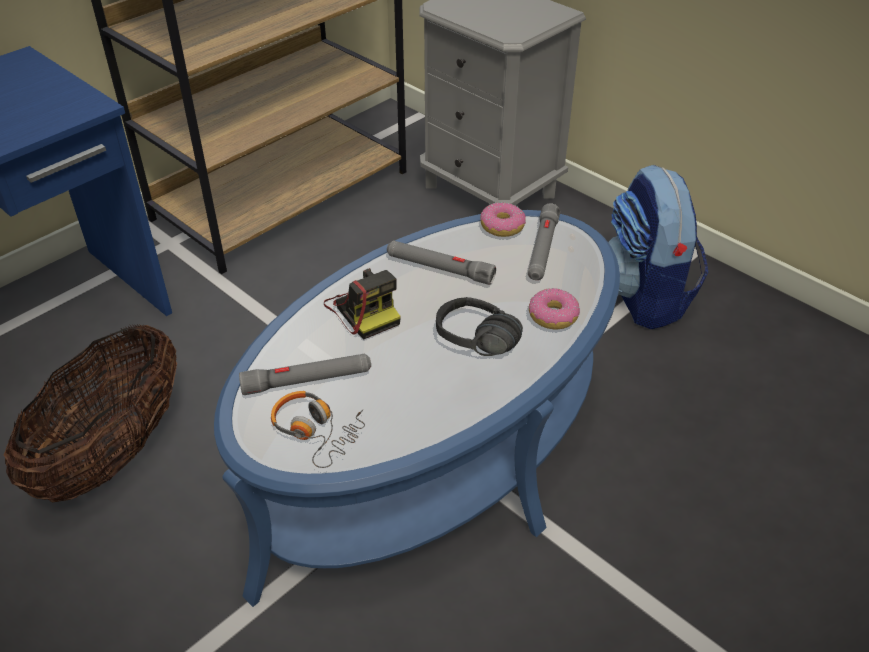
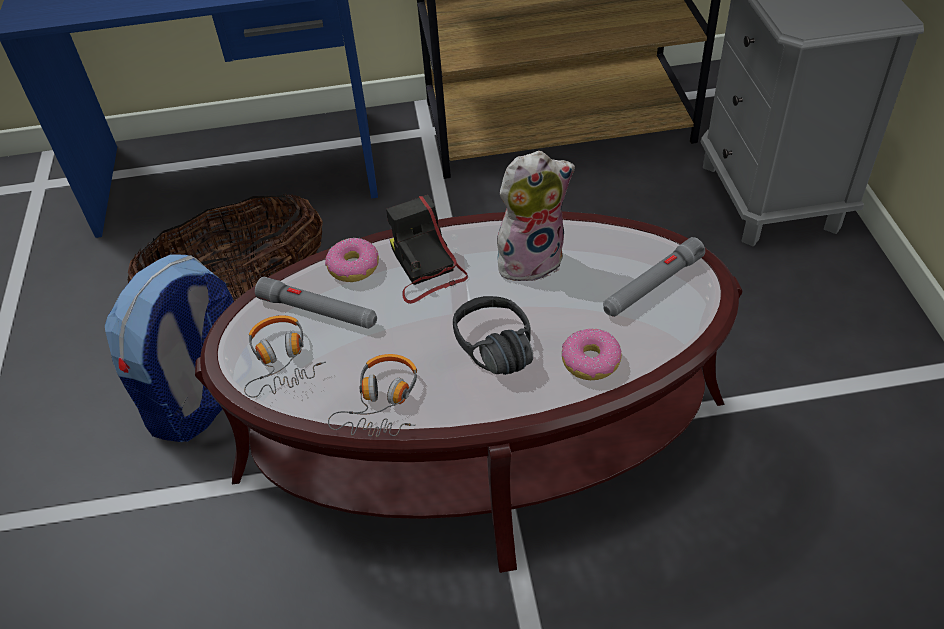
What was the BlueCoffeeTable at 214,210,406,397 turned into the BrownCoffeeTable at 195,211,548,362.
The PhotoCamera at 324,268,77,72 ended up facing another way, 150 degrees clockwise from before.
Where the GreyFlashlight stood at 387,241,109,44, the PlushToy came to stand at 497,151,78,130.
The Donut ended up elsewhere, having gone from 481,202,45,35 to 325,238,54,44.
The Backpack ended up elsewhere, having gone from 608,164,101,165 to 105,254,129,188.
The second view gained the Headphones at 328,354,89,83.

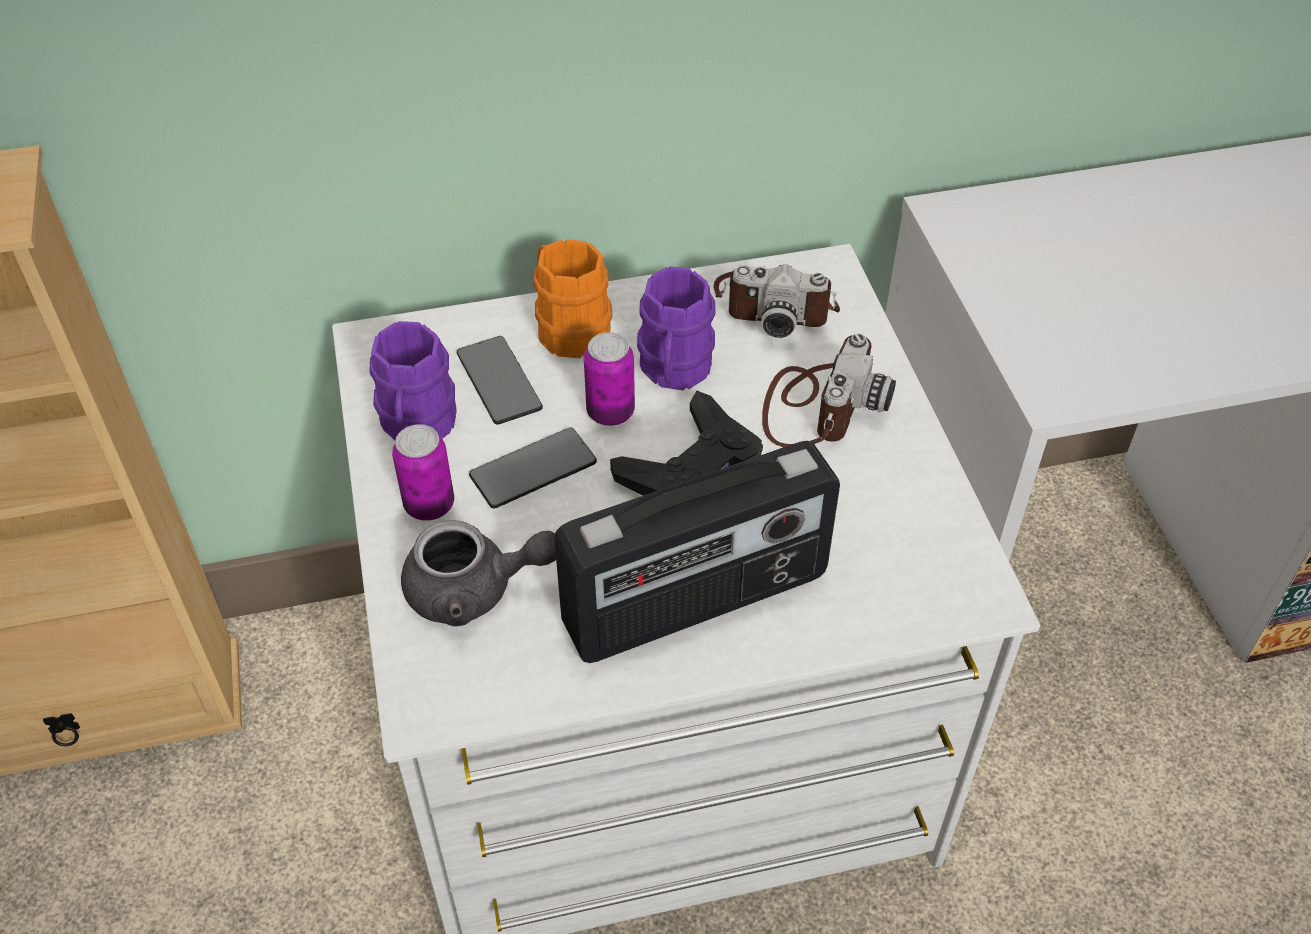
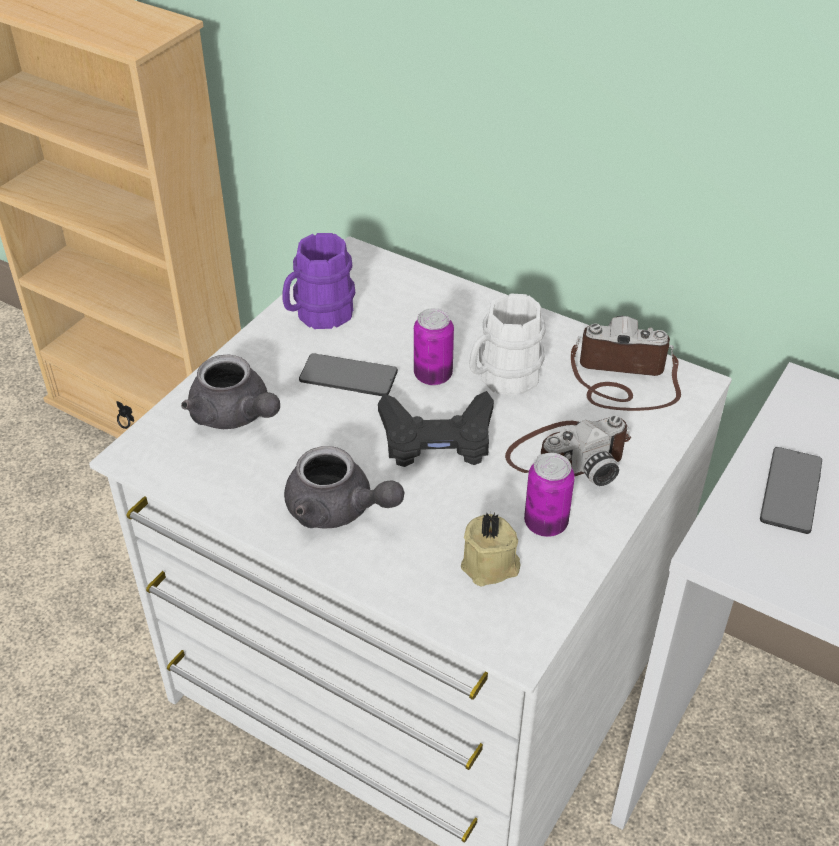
The Can ended up elsewhere, having gone from 392,424,62,97 to 524,453,51,84.
The Phone ended up elsewhere, having gone from 457,336,86,88 to 760,447,62,87.
The second view lost the OrangeMug at 533,239,80,119.
Where the Radio stood at 554,441,286,222, the GreyTeapot came to stand at 284,446,120,82.
What was the PurpleMug at 637,266,79,124 turned into the WhiteMug at 469,293,77,102.
The PhotoCamera at 714,264,126,74 ended up facing another way, 135 degrees clockwise from before.
The second view gained the BeigeCandle at 461,512,59,74.

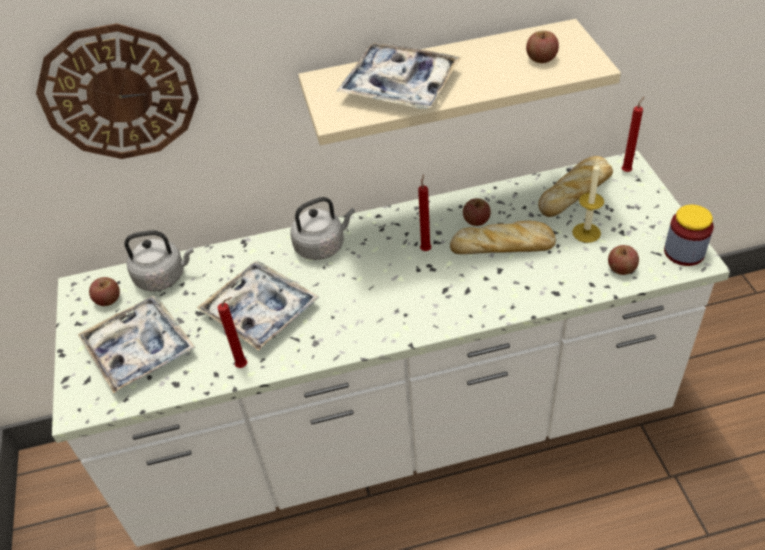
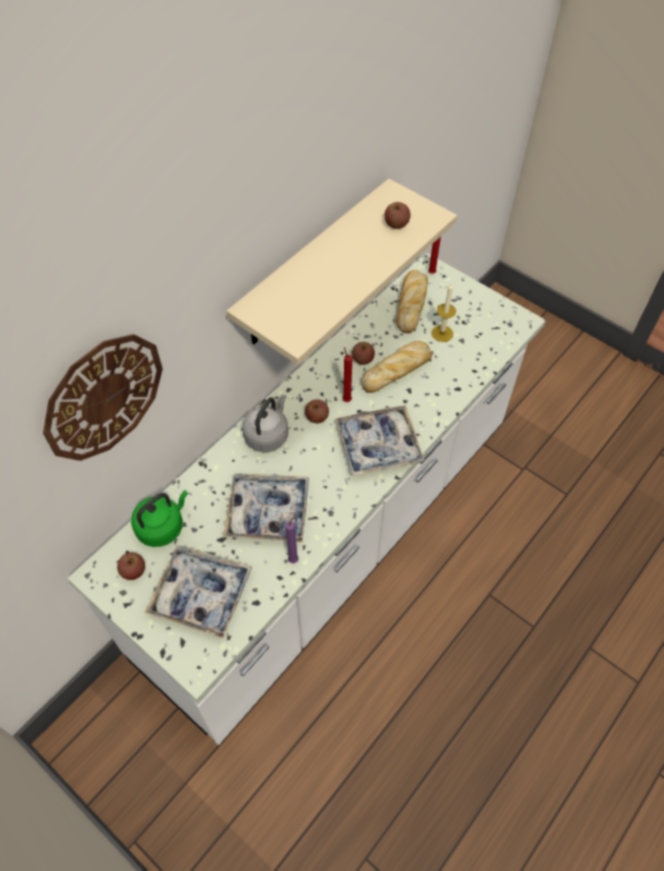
What was the GreyKettle at 124,230,70,61 turned into the GreenKettle at 131,490,57,57.
What was the RedCandle at 217,297,30,71 turned into the PurpleCandle at 285,515,14,48.
The Tray ended up elsewhere, having gone from 336,43,125,66 to 336,405,88,71.
The Apple ended up elsewhere, having gone from 608,245,31,30 to 305,399,24,24.
The second view lost the Jar at 664,205,50,61.

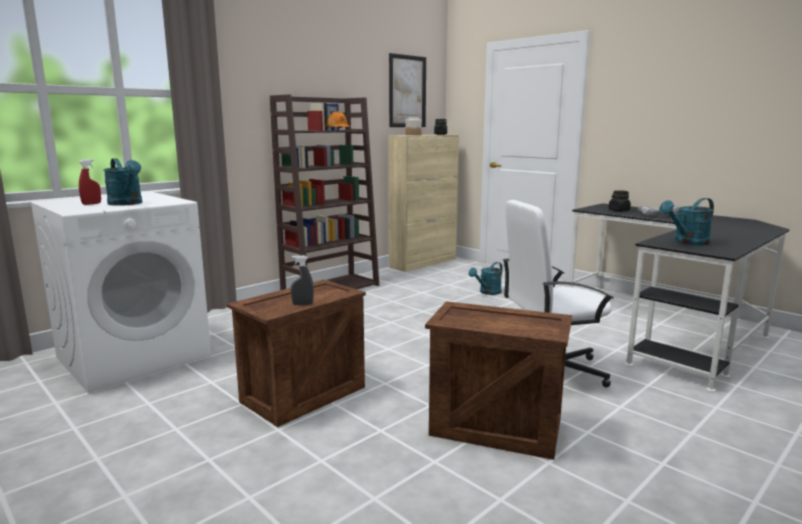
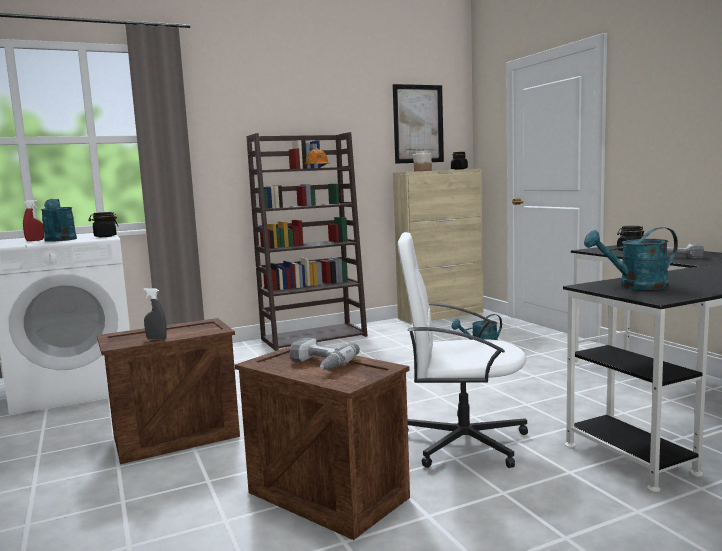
The second view gained the BlackJar at 88,212,30,25.
The second view gained the PowerDrill at 290,338,70,32.

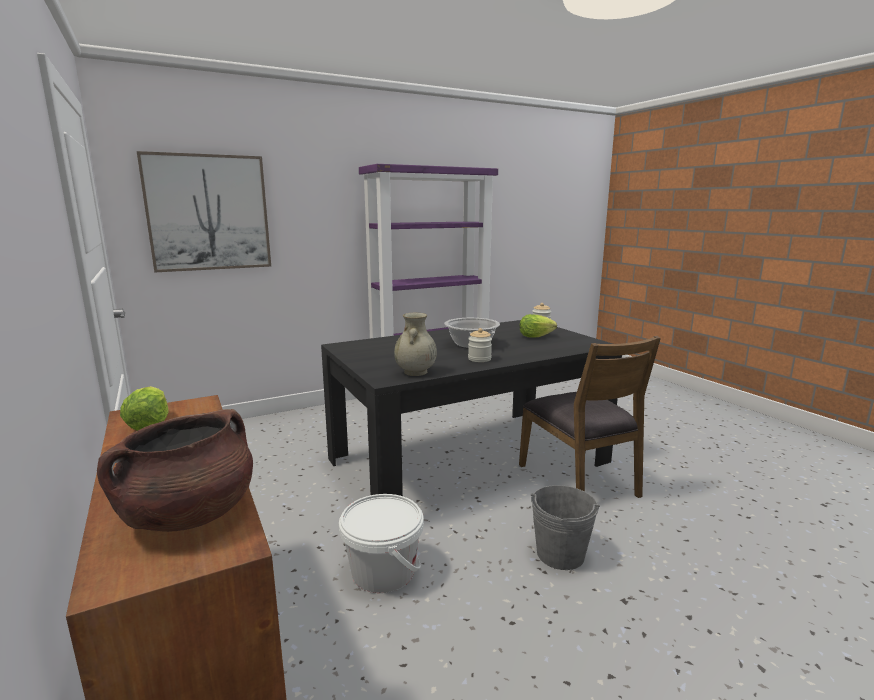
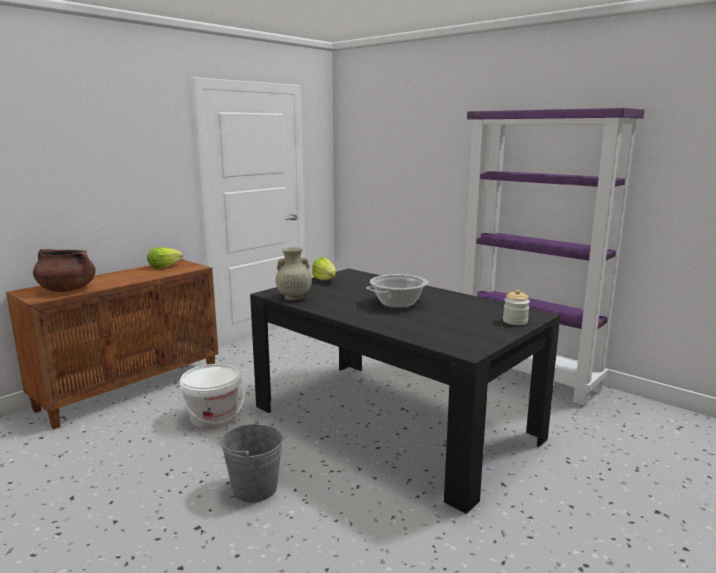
The second view lost the Picture at 137,151,134,121.
The second view lost the Jar at 468,328,24,34.
The second view lost the BrownChair at 519,336,142,162.
The Lettuce ended up elsewhere, having gone from 520,314,37,23 to 312,257,24,23.

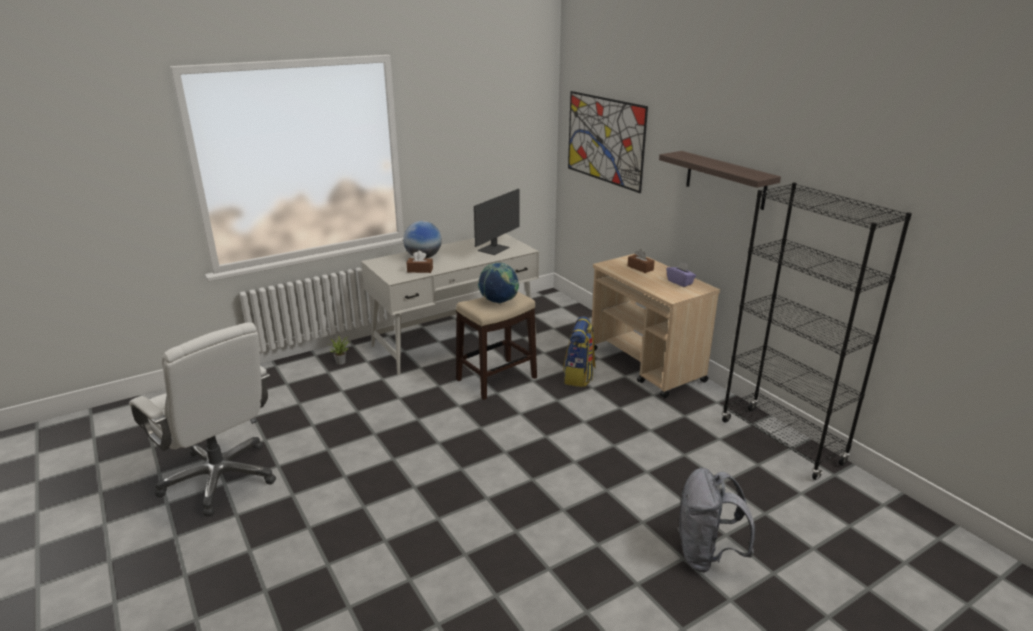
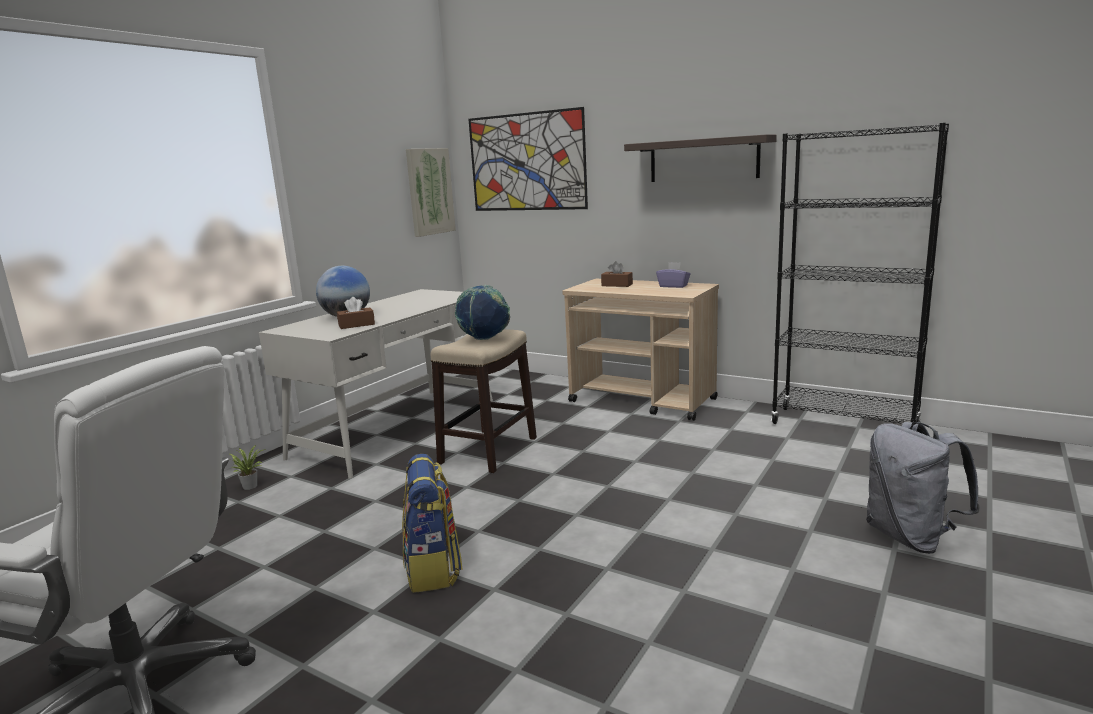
The second view lost the Monitor at 474,189,45,66.
The Backpack ended up elsewhere, having gone from 563,316,33,71 to 402,454,61,139.
The second view gained the Picture at 406,148,50,89.

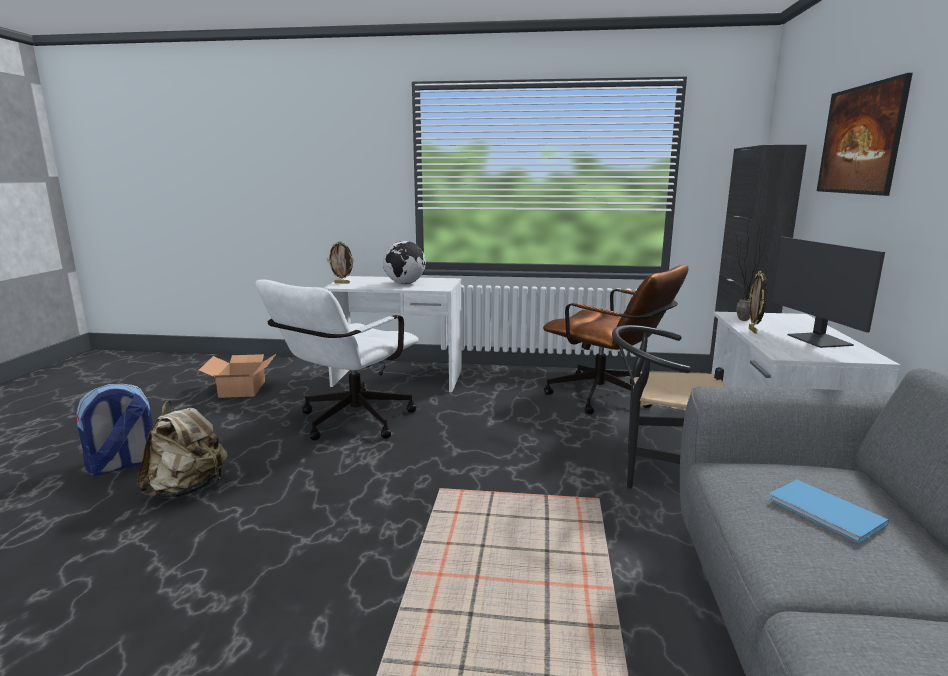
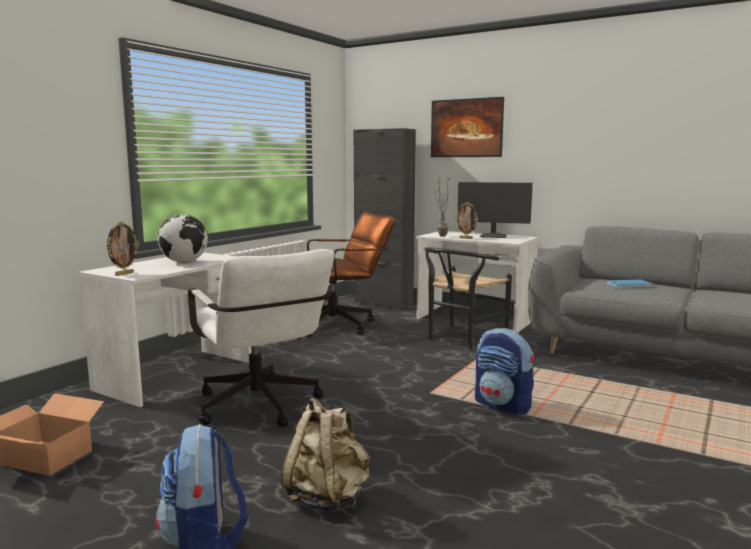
The second view gained the Backpack at 475,328,60,87.

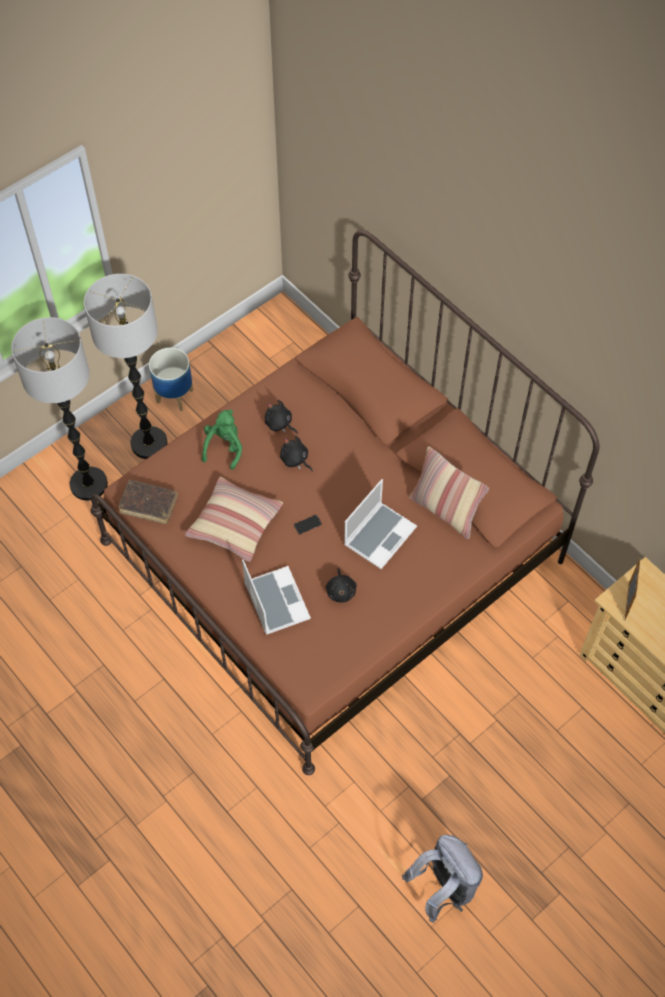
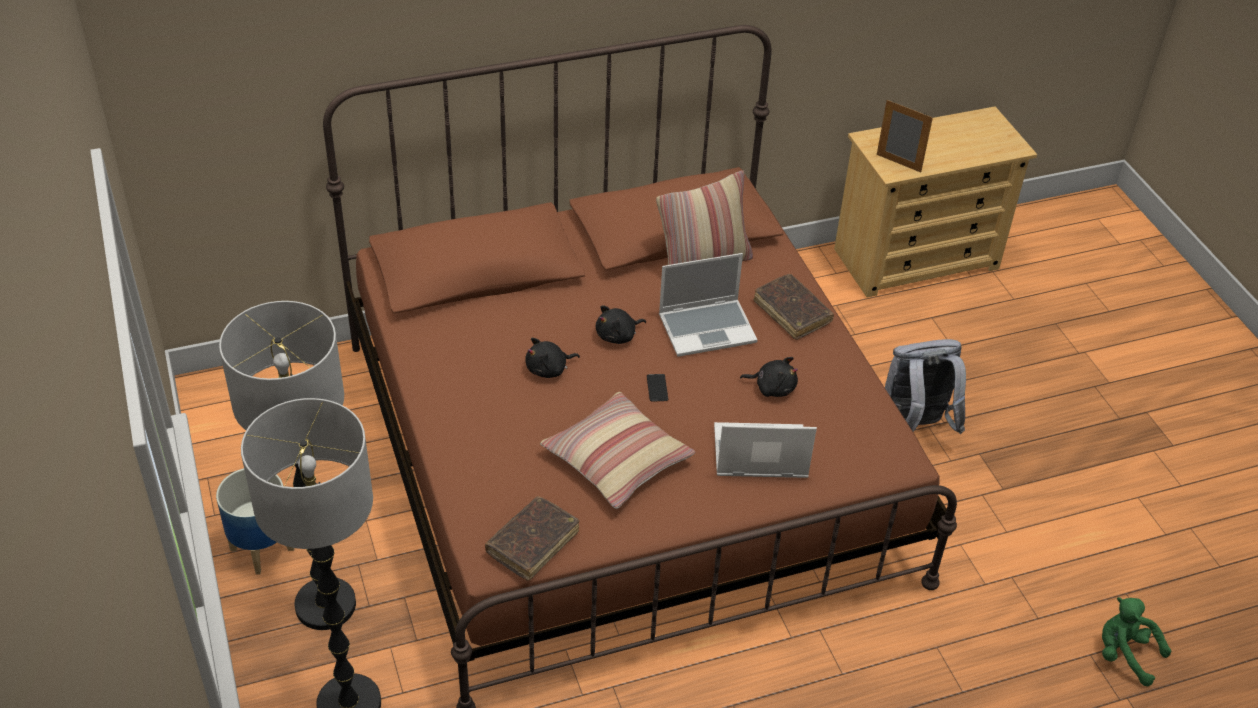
The GreenPlushToy ended up elsewhere, having gone from 202,409,40,61 to 1102,597,69,89.
The BlackPlushToy ended up elsewhere, having gone from 265,400,33,34 to 596,305,50,39.
The Laptop at 344,479,73,90 ended up facing another way, 105 degrees clockwise from before.
The GreyBackpack ended up elsewhere, having gone from 402,835,81,88 to 885,339,81,95.
The second view gained the BrownBook at 753,274,81,66.

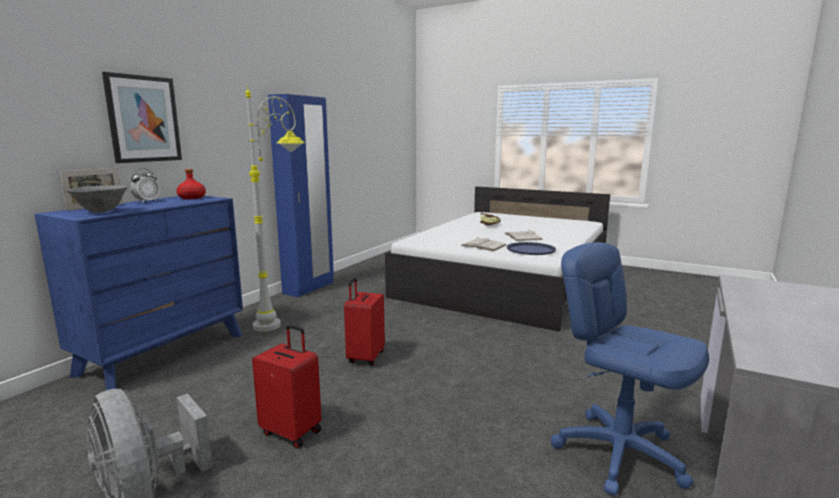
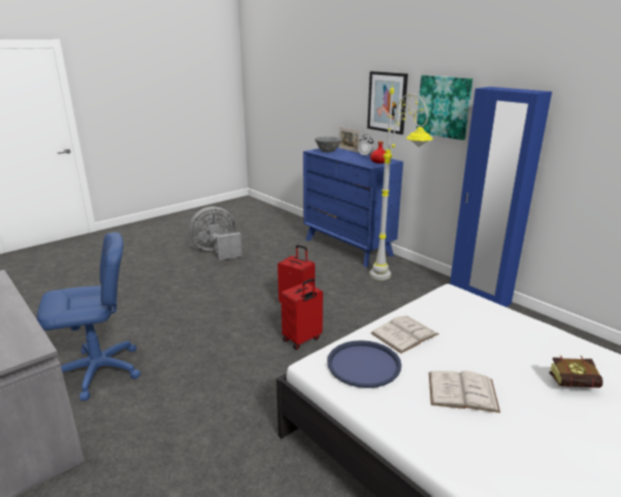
The RedSuitcase ended up elsewhere, having gone from 252,325,70,123 to 281,278,42,72.
The second view gained the Picture at 416,75,57,65.

